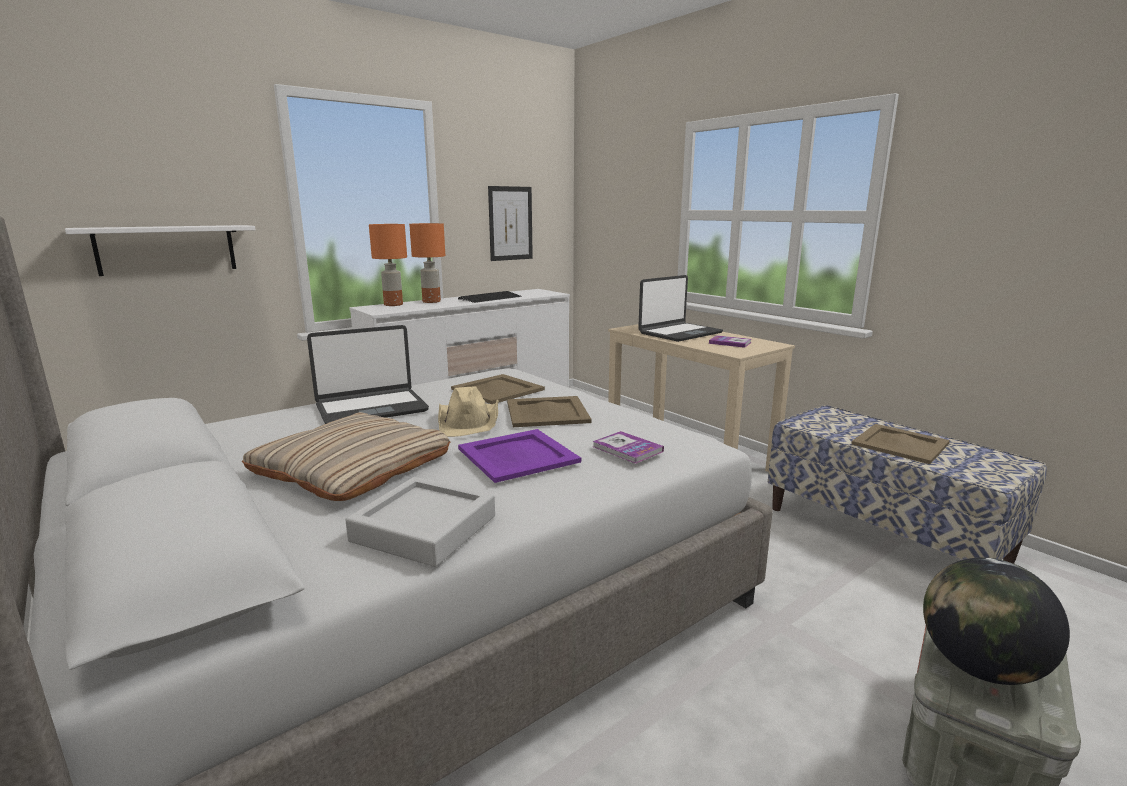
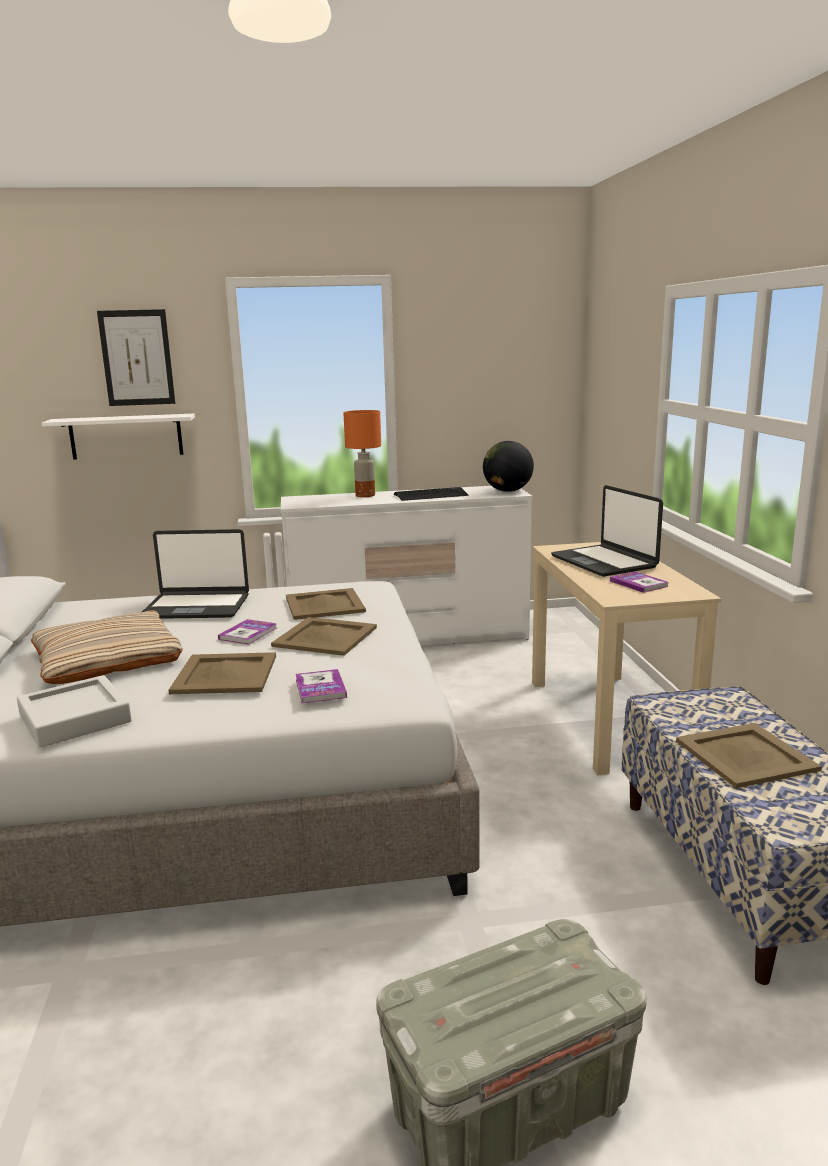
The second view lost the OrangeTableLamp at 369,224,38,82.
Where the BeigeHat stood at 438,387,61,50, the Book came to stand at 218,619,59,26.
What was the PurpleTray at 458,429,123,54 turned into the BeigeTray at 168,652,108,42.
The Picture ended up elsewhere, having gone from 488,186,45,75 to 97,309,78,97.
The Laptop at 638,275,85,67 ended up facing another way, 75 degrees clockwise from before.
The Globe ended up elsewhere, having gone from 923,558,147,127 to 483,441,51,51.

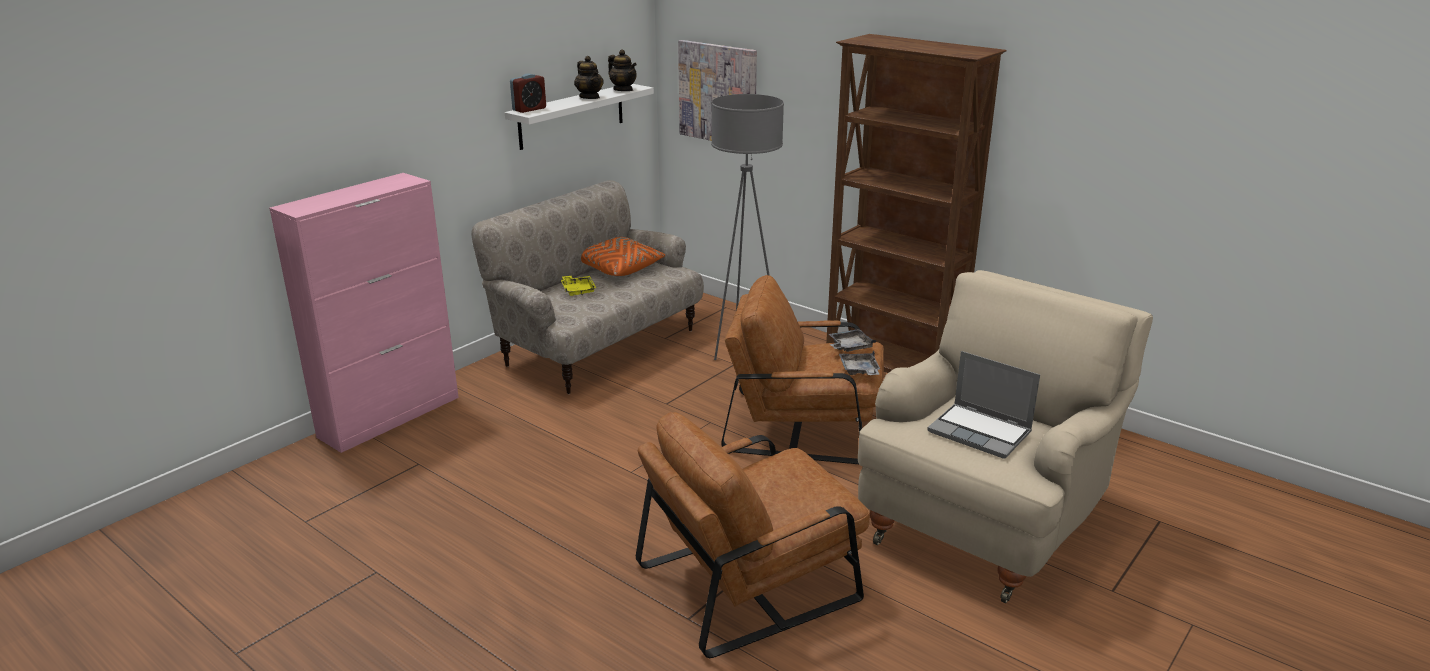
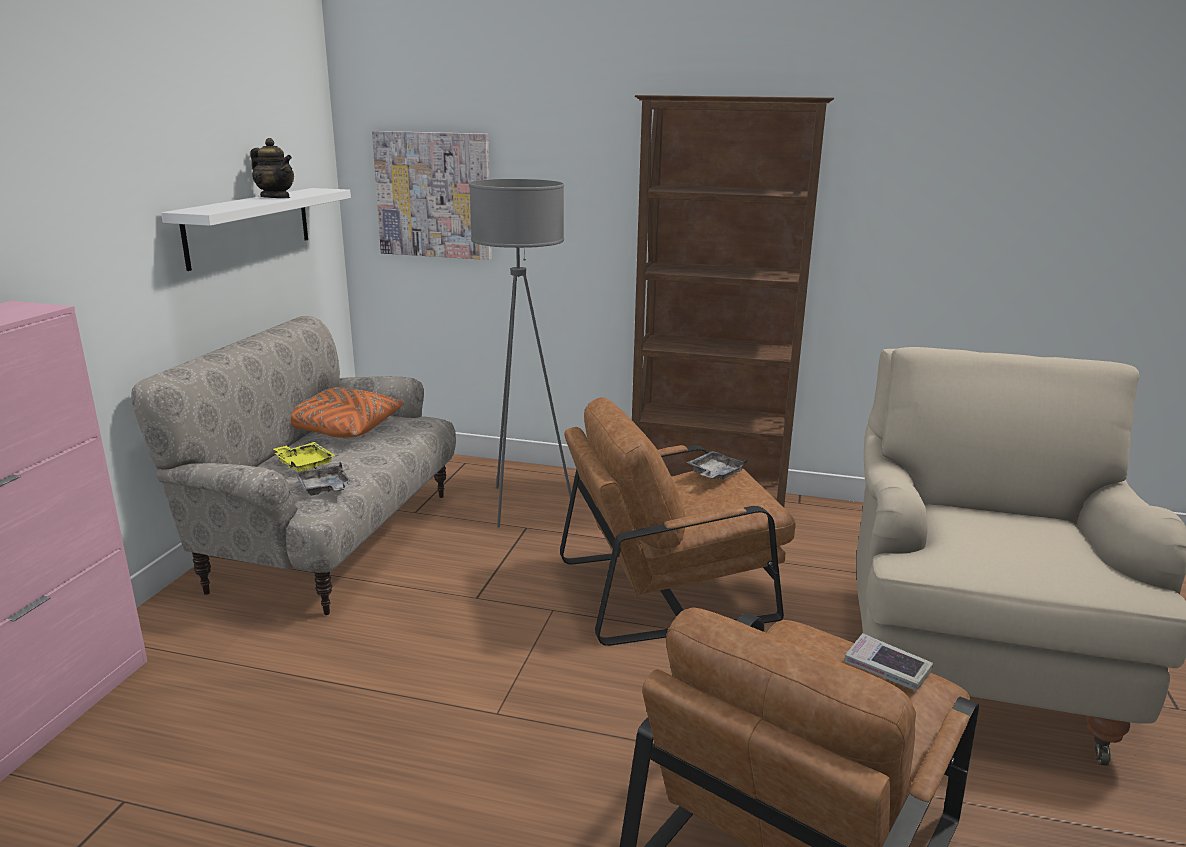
The second view lost the AlarmClock at 510,74,36,39.
The second view lost the Teapot at 608,49,29,42.
The GreyTray ended up elsewhere, having gone from 839,350,42,25 to 295,462,56,33.
The second view lost the Laptop at 927,351,113,108.
The second view gained the Book at 844,633,89,58.

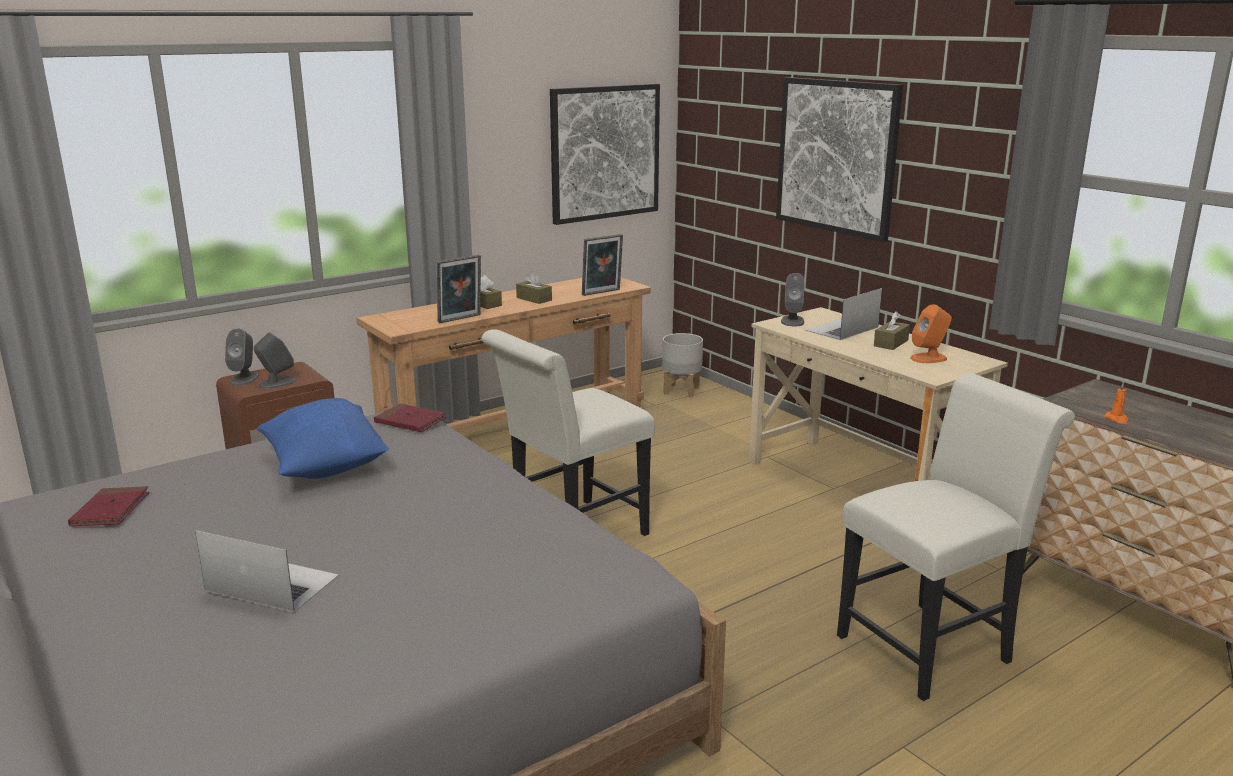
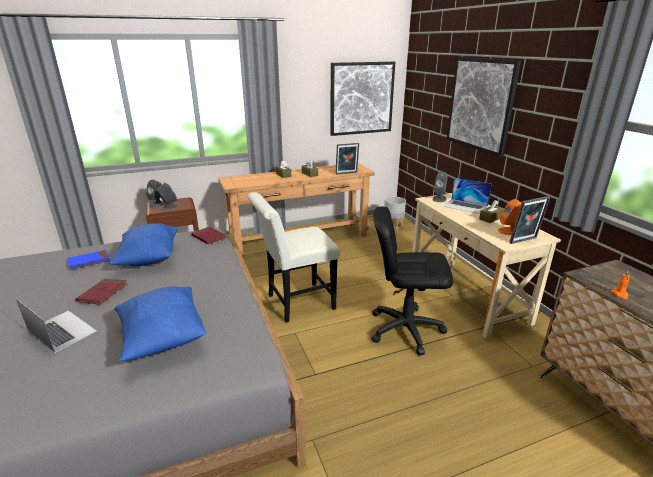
The RedBook ended up elsewhere, having gone from 68,486,82,41 to 76,278,51,27.
The PictureFrame ended up elsewhere, having gone from 437,254,44,69 to 509,196,41,48.
The Laptop at 805,288,77,52 ended up facing another way, 120 degrees counterclockwise from before.
The second view lost the WhiteChair at 837,373,238,328.
The second view gained the BlueBook at 67,250,43,20.
The second view gained the BluePillow at 114,286,93,75.
The second view gained the BlackOfficeChair at 371,206,82,150.

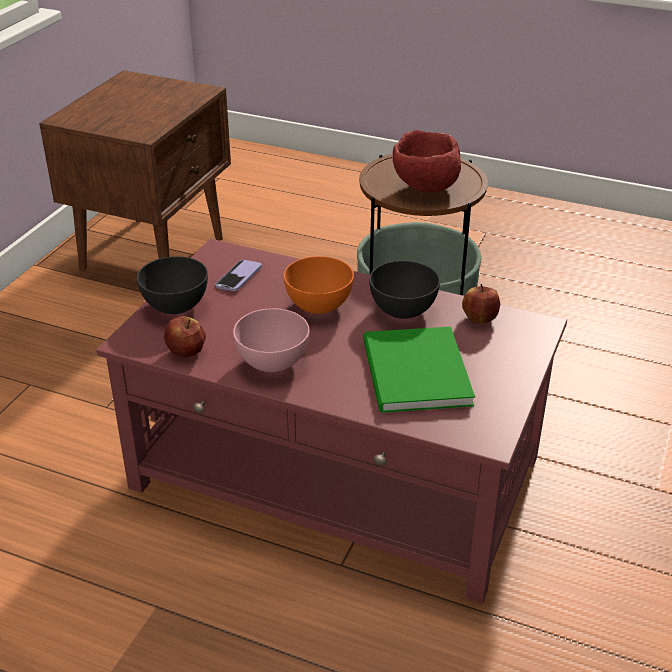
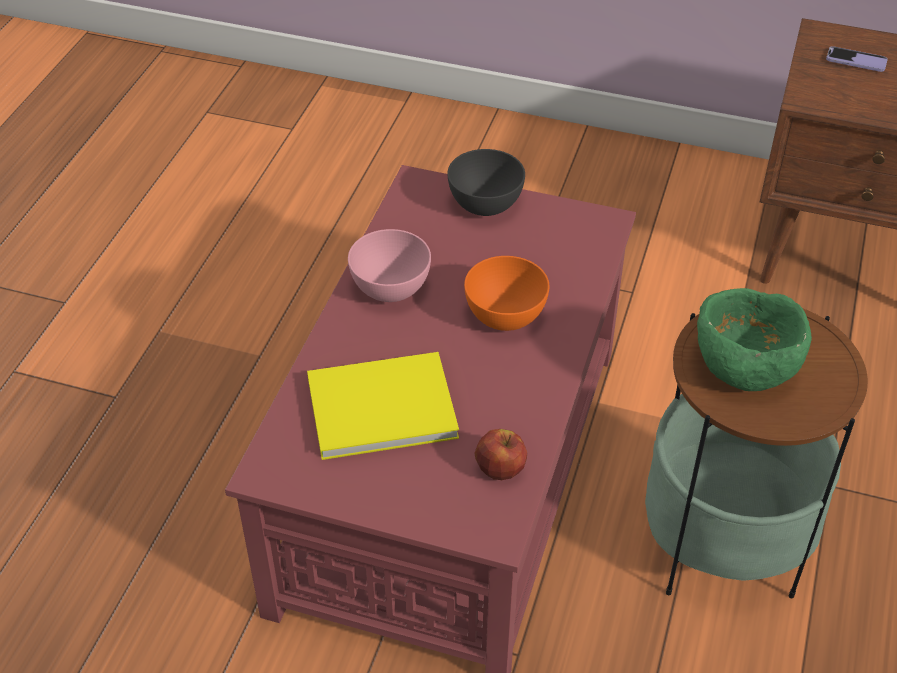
The second view lost the Apple at 164,316,42,41.
The Phone ended up elsewhere, having gone from 215,260,47,31 to 826,46,62,26.
What was the GreenBook at 363,327,112,86 turned into the YellowBook at 307,352,152,108.
The second view lost the GreyBowl at 369,261,71,58.
What was the RedBowl at 393,130,68,63 turned into the GreenBowl at 697,288,115,103.

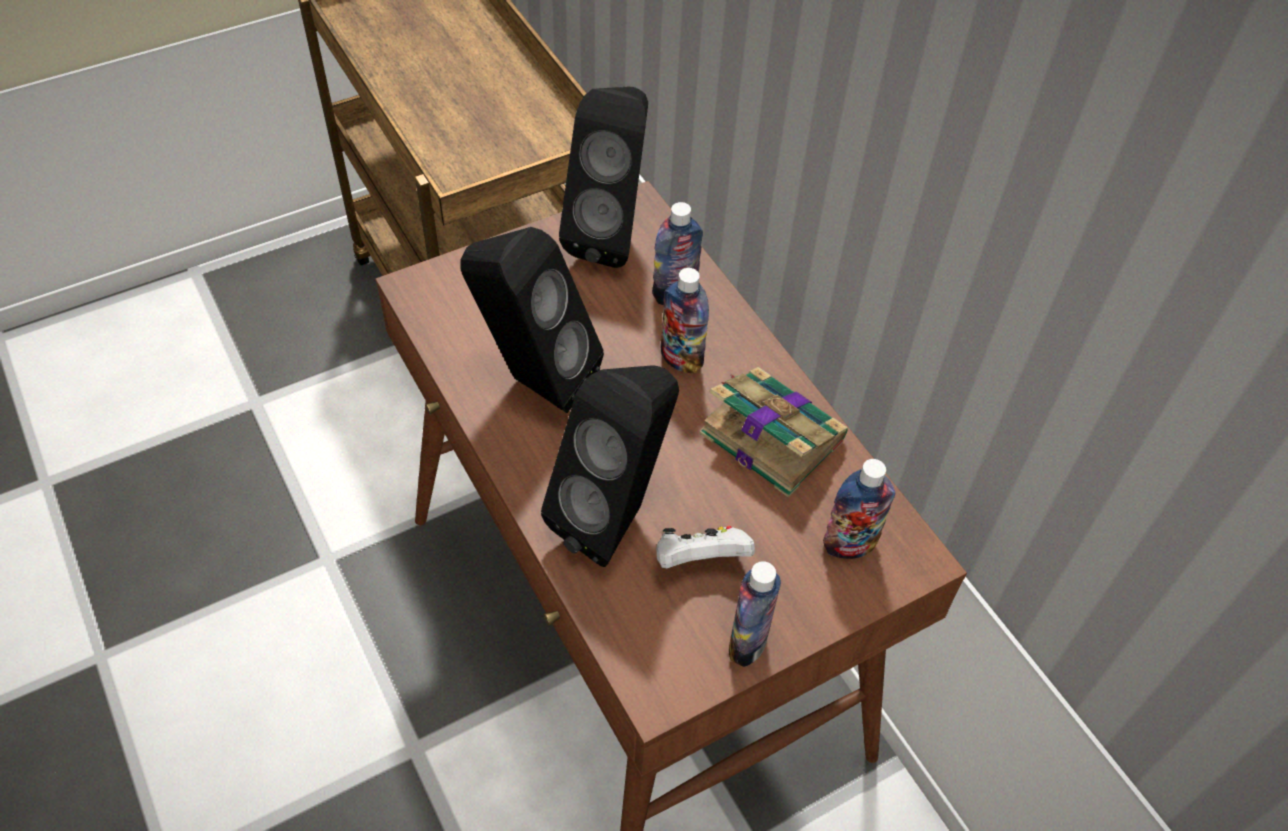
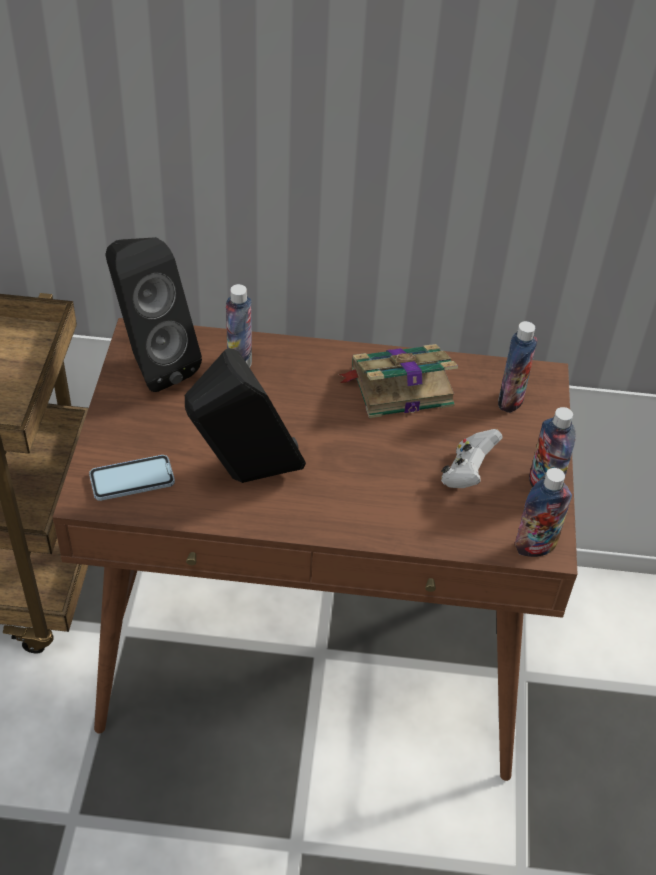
The second view lost the BlackSpeaker at 541,365,138,202.
The Bottle ended up elsewhere, having gone from 661,268,48,106 to 515,468,57,89.
The second view gained the Phone at 89,455,86,46.

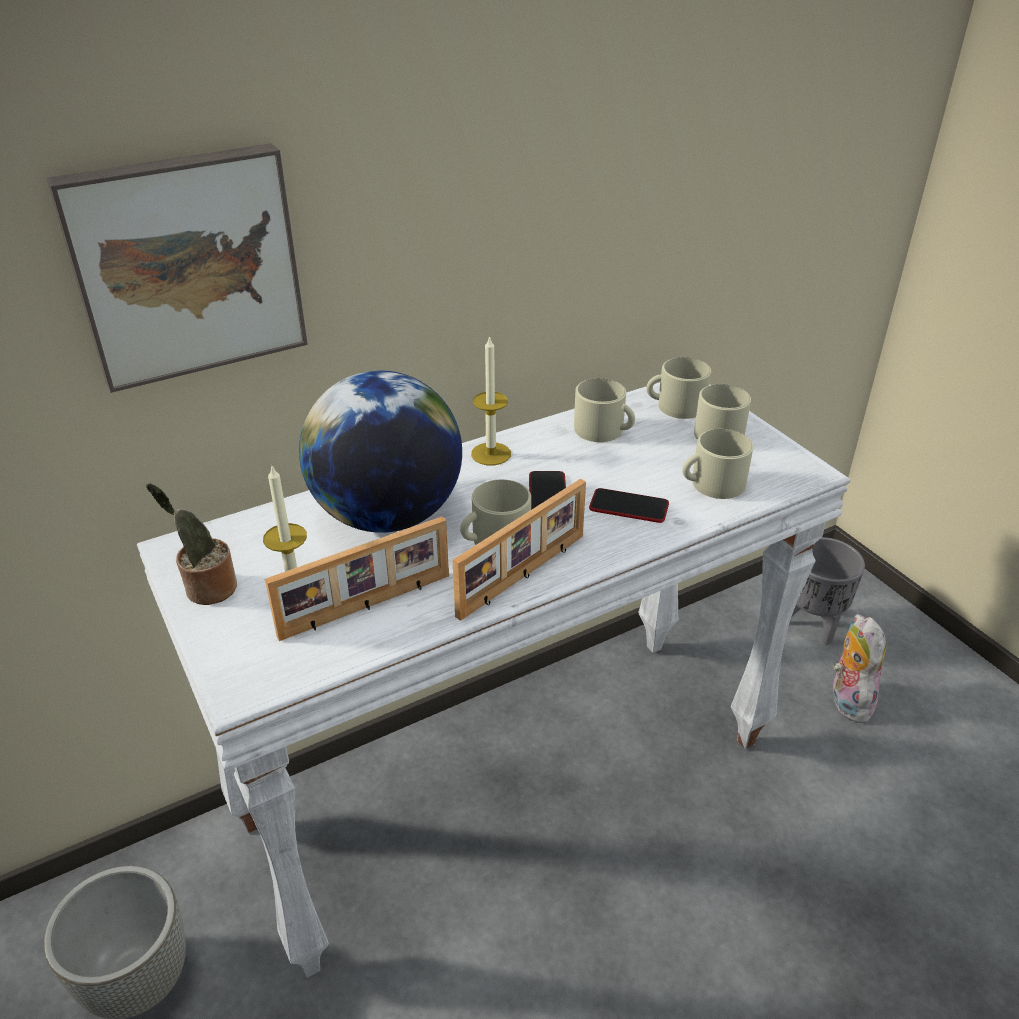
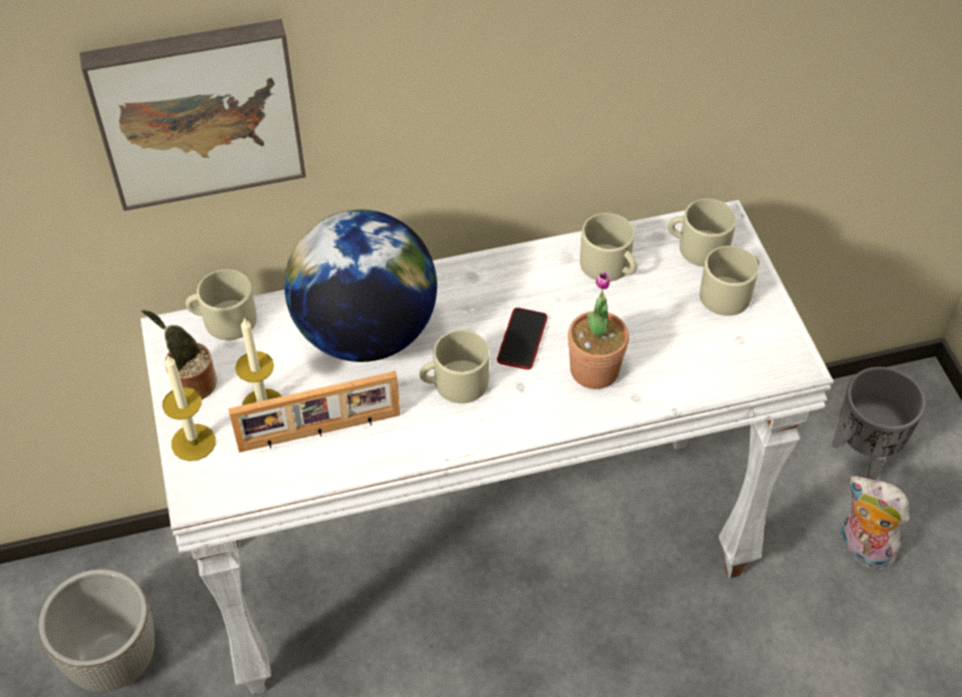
The second view lost the PictureFrame at 452,479,134,142.
The Candle ended up elsewhere, having gone from 471,335,40,130 to 162,356,54,105.
Where the Phone stood at 589,488,80,35, the PottedPlant came to stand at 568,271,61,118.
The BeigeMug ended up elsewhere, having gone from 682,429,71,70 to 185,269,72,71.
The PlushToy at 832,614,54,109 ended up facing another way, 60 degrees counterclockwise from before.

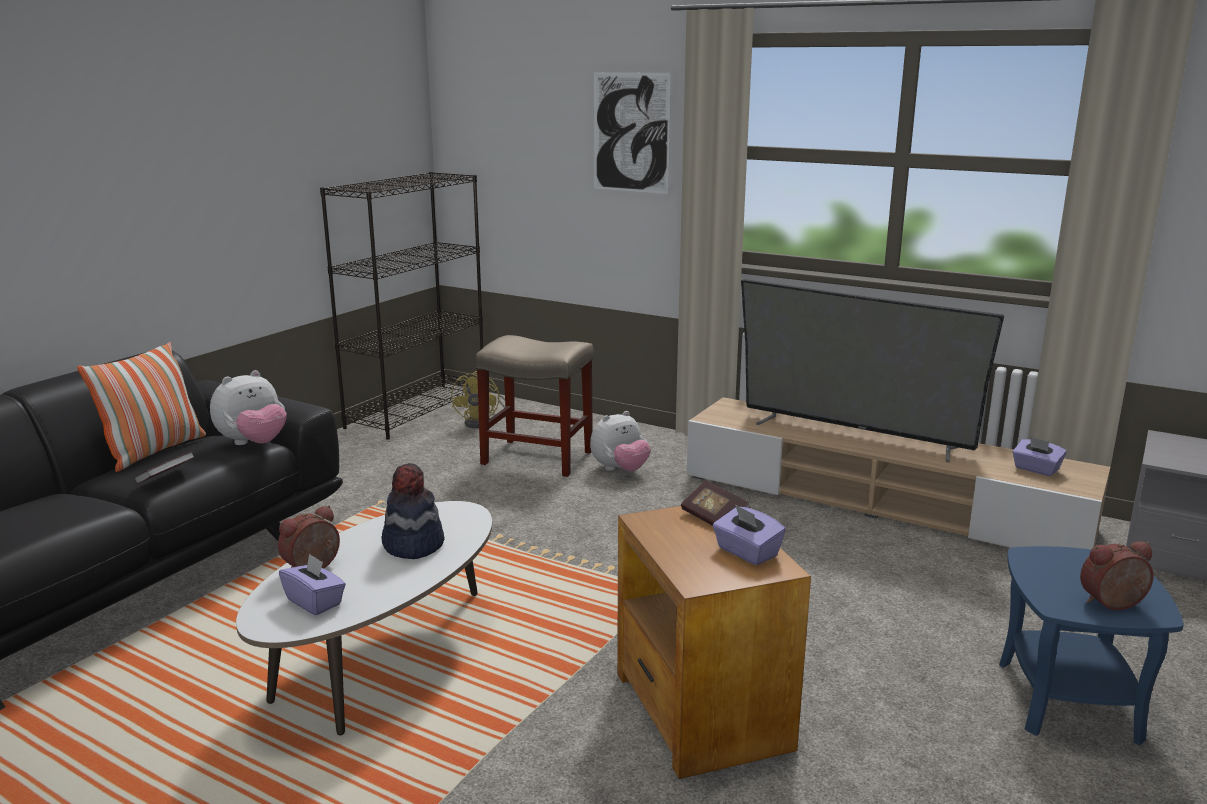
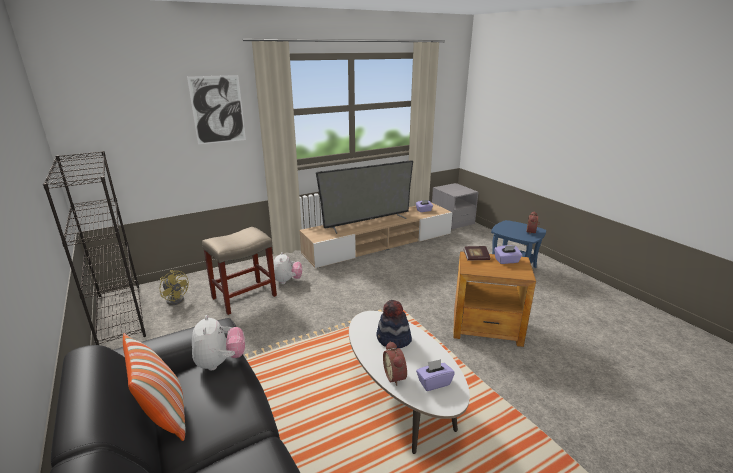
The second view lost the Book at 134,451,61,33.

